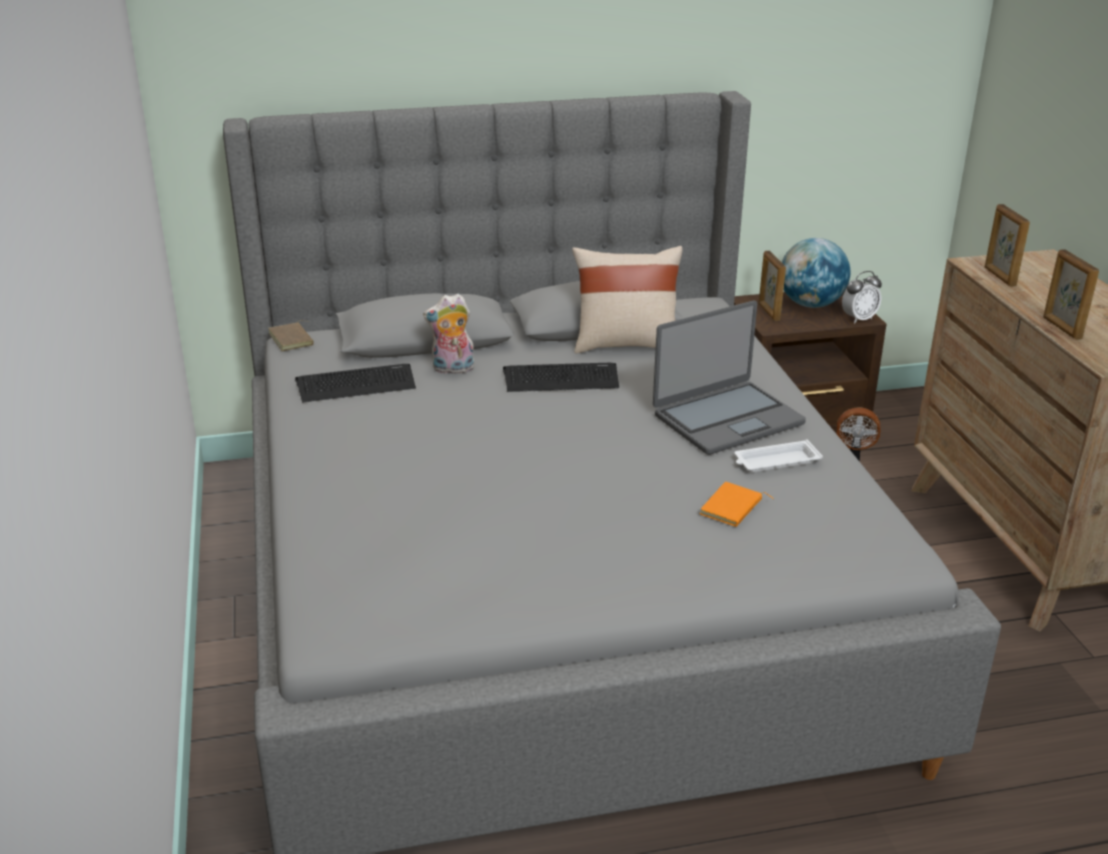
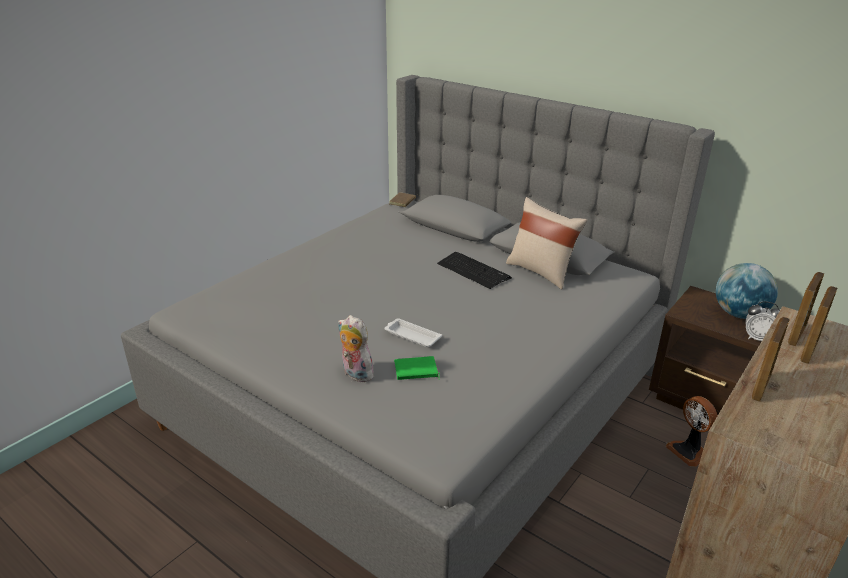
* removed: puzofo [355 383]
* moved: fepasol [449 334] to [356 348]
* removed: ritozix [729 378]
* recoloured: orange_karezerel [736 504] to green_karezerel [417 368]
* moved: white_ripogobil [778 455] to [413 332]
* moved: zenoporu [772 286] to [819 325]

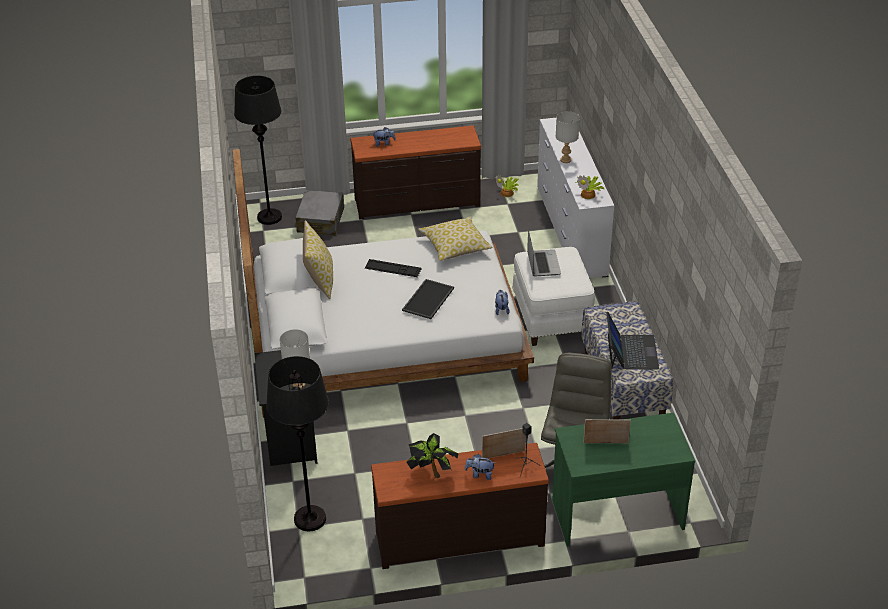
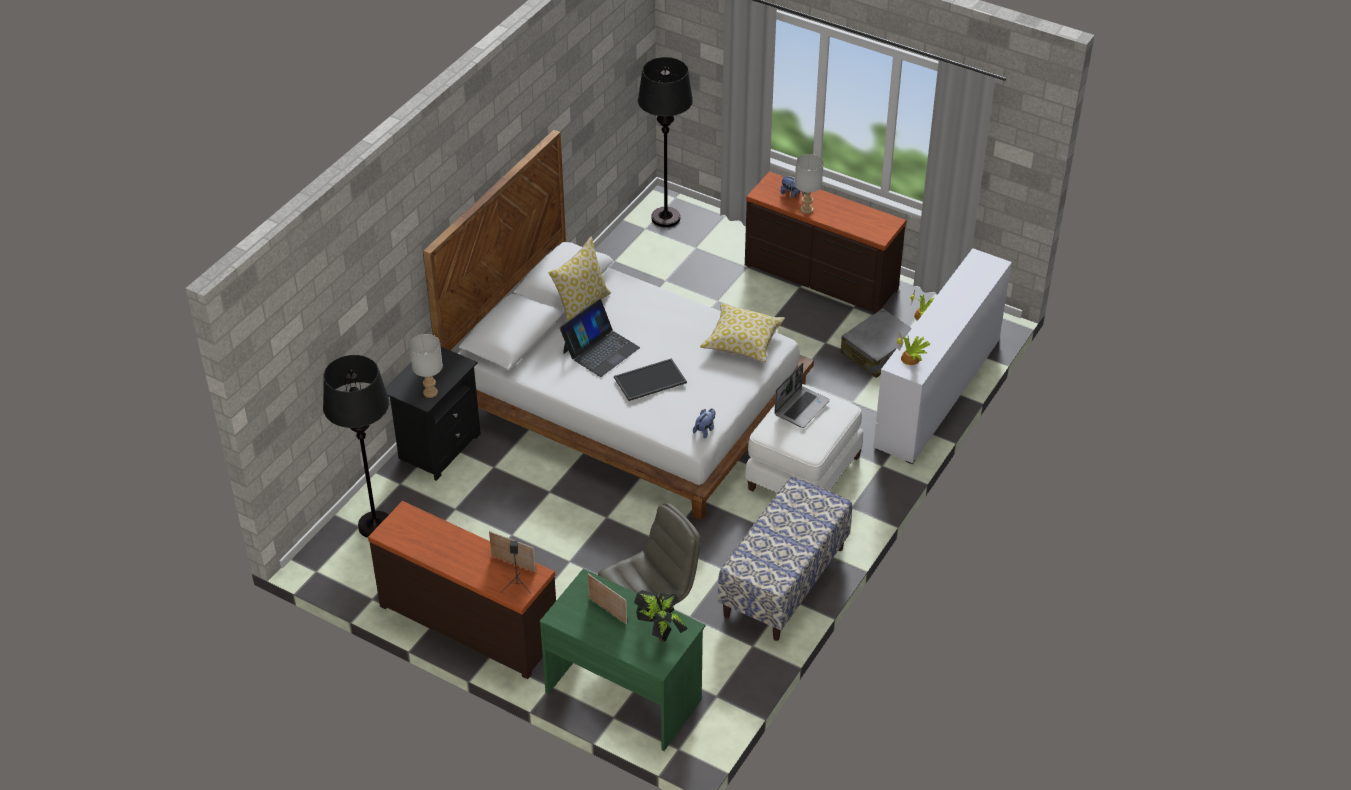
* moved: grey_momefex [320 213] to [876 343]
* removed: puzofo [393 268]
* moved: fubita [432 455] to [661 616]
* removed: fepasol [480 467]
* moved: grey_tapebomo [568 137] to [809 184]
* moved: ritozix [632 340] to [599 338]

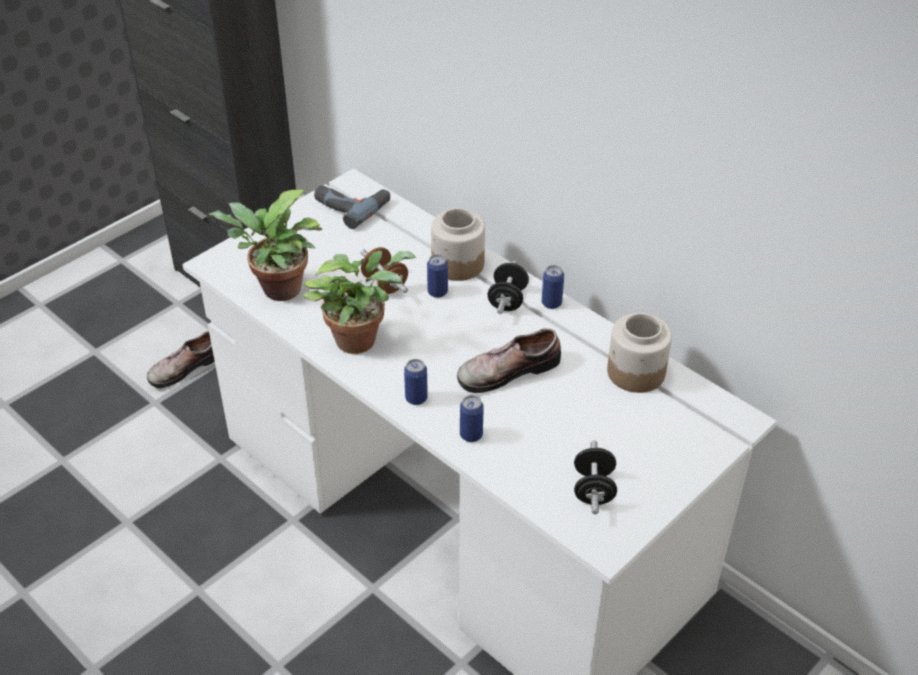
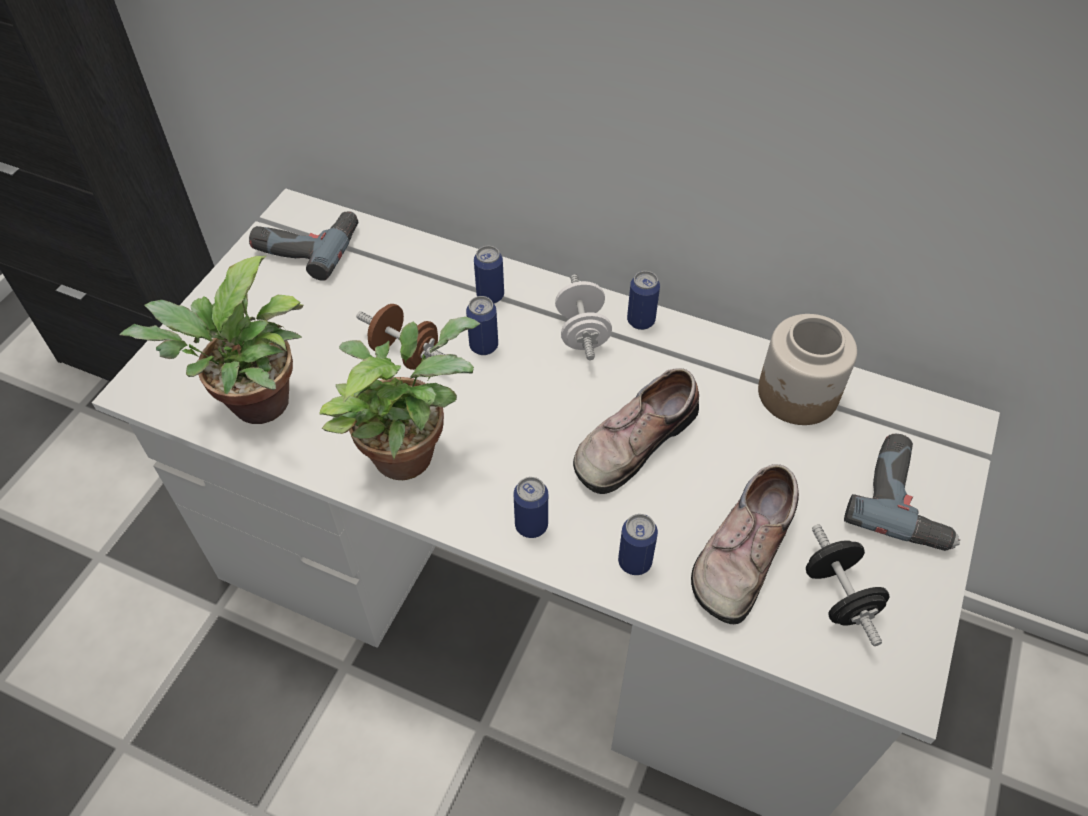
* moved: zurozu [181 359] to [745 544]
* replaced: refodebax [458 244] to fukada [489 275]
* recoloured: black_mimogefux [508 287] to white_mimogefux [583 317]
* added: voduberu [902 492]

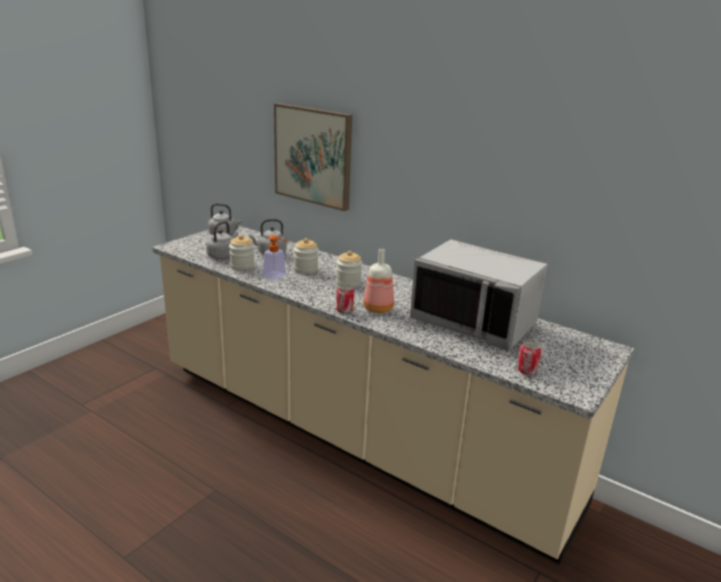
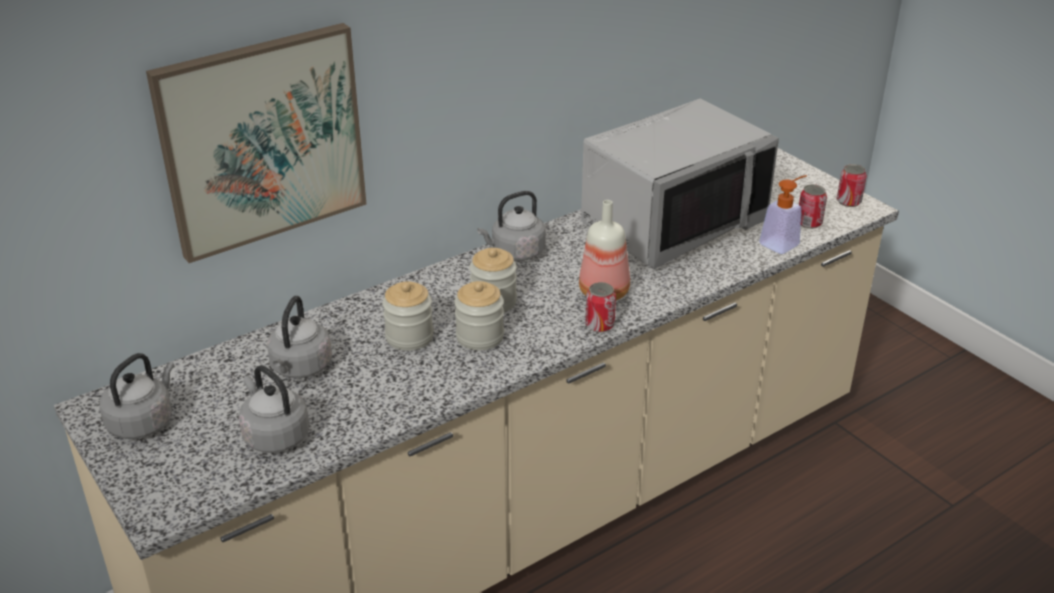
* moved: refodebax [242 253] to [479 315]
* moved: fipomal [275 257] to [783 214]
* added: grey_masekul [511 226]
* added: fukada [851 185]

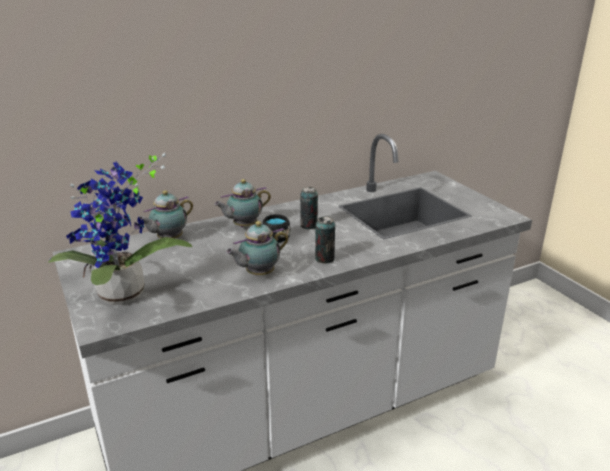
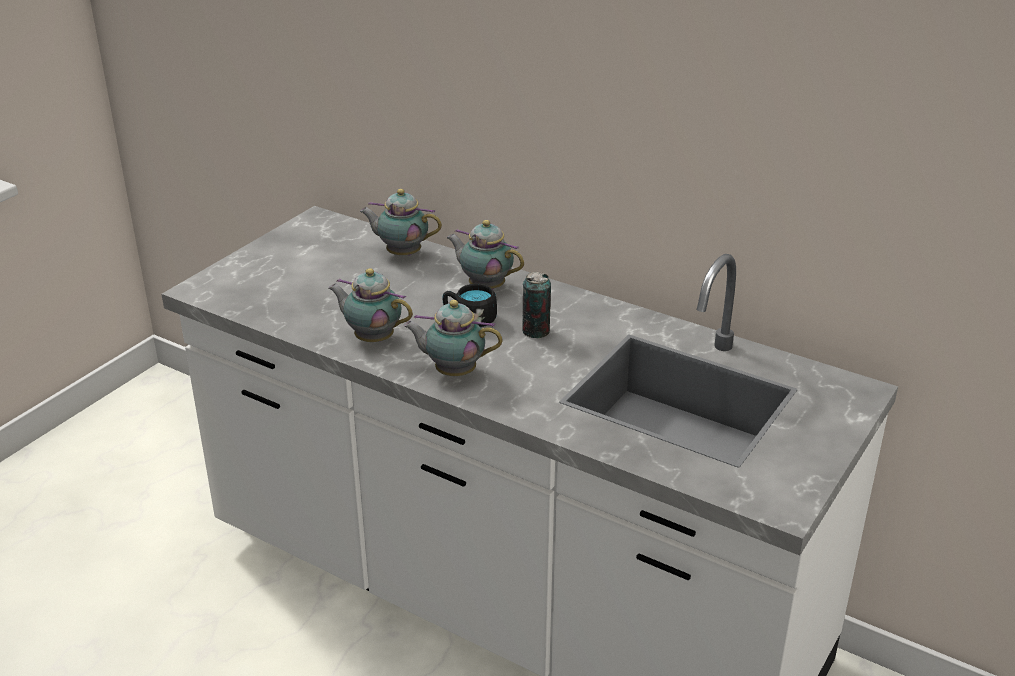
* removed: fubita [120 229]
* replaced: fukada [325 240] to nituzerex [453 338]

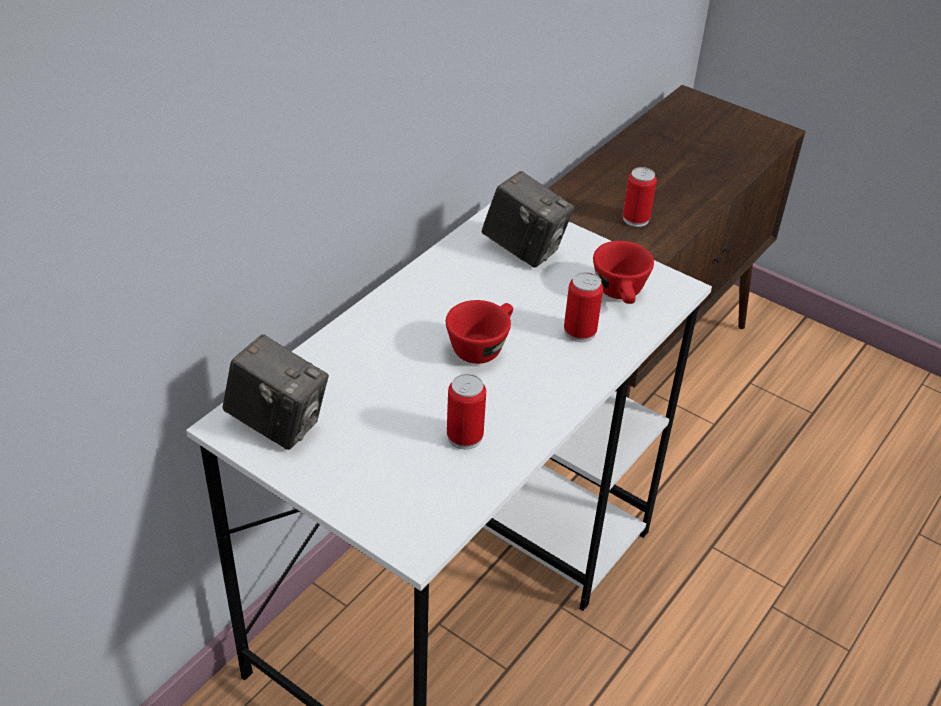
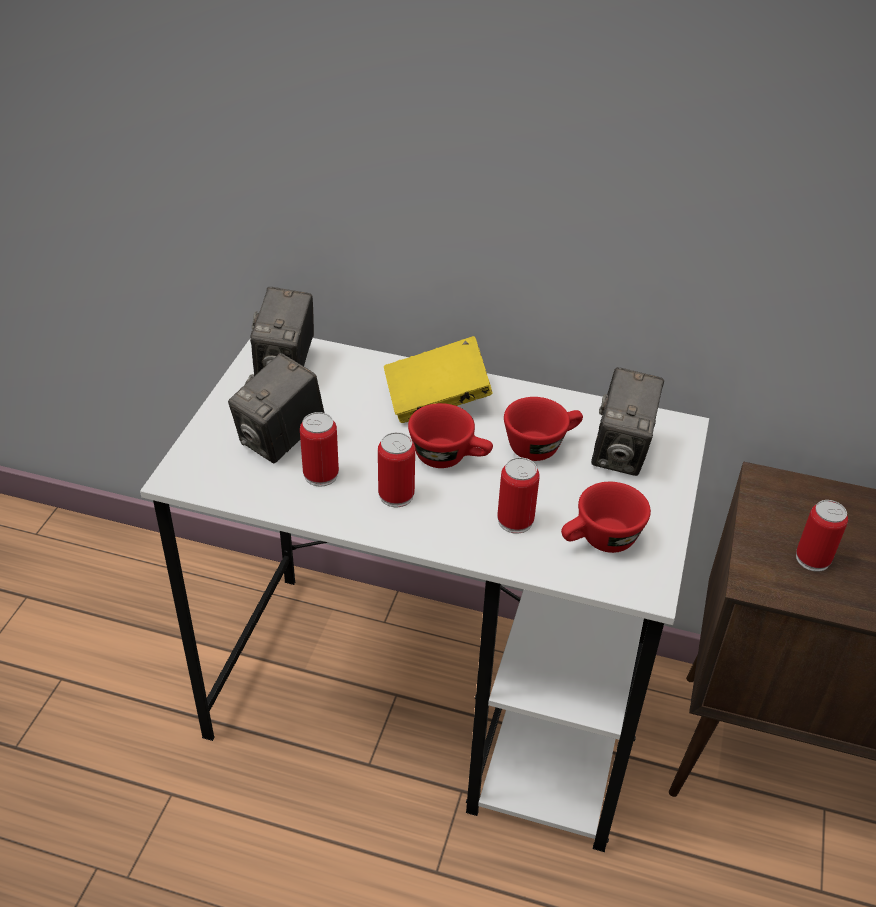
* added: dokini [276 408]
* added: fukada [396 469]
* added: yellow_karezerel [438 379]
* added: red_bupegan [543 429]

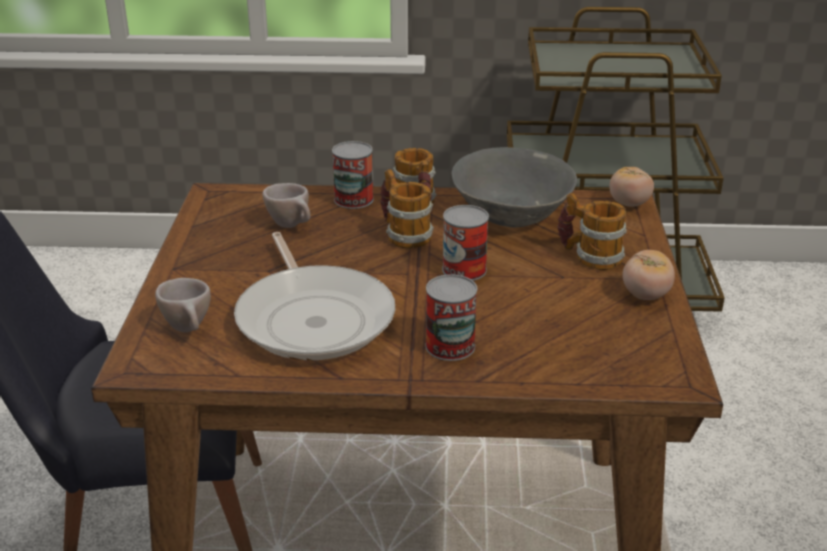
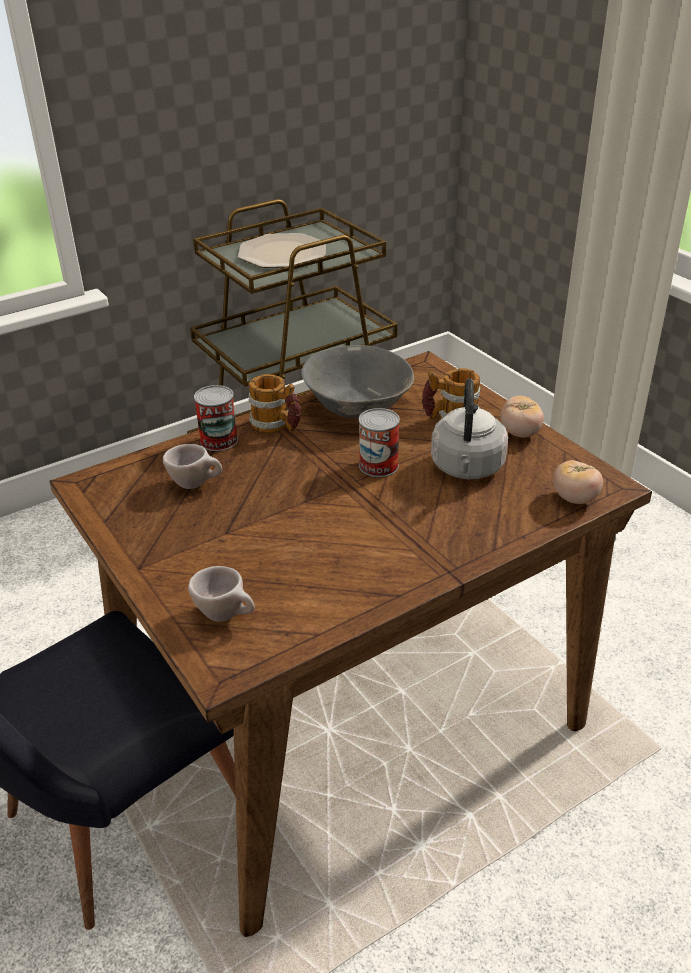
* removed: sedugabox [314 296]
* removed: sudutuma [407 208]
* removed: fukada [451 317]
* moved: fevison [631 187] to [578 482]
* added: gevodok [282 250]
* added: grey_masekul [469 429]

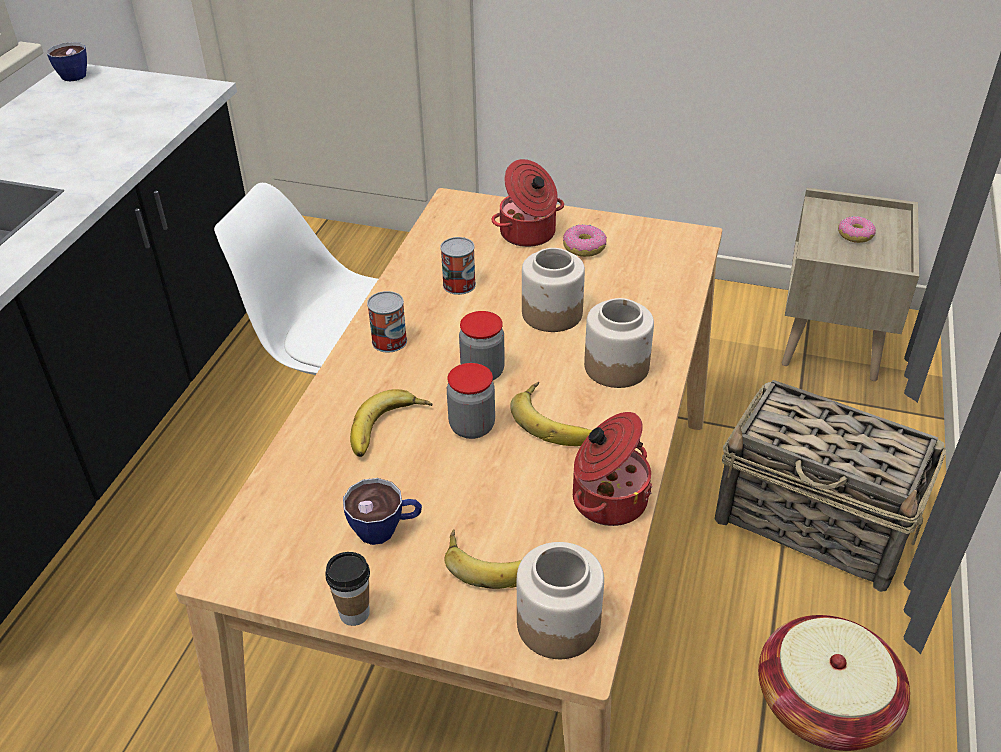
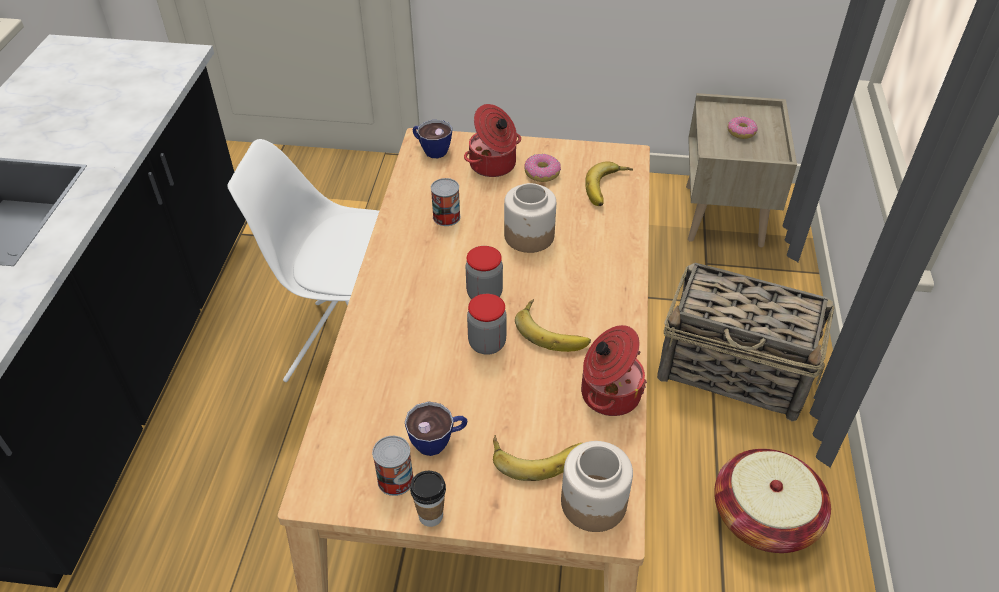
* moved: bupegan [67 61] to [432 139]
* moved: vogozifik [391 423] to [609 183]
* moved: fukada [387 322] to [393 466]
* removed: refodebax [619 343]

